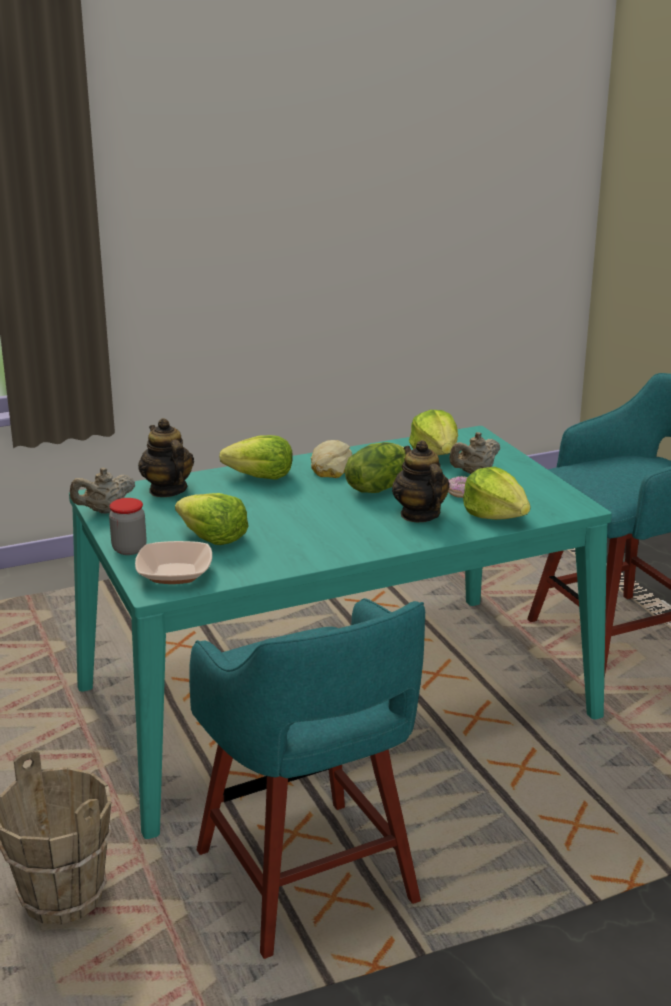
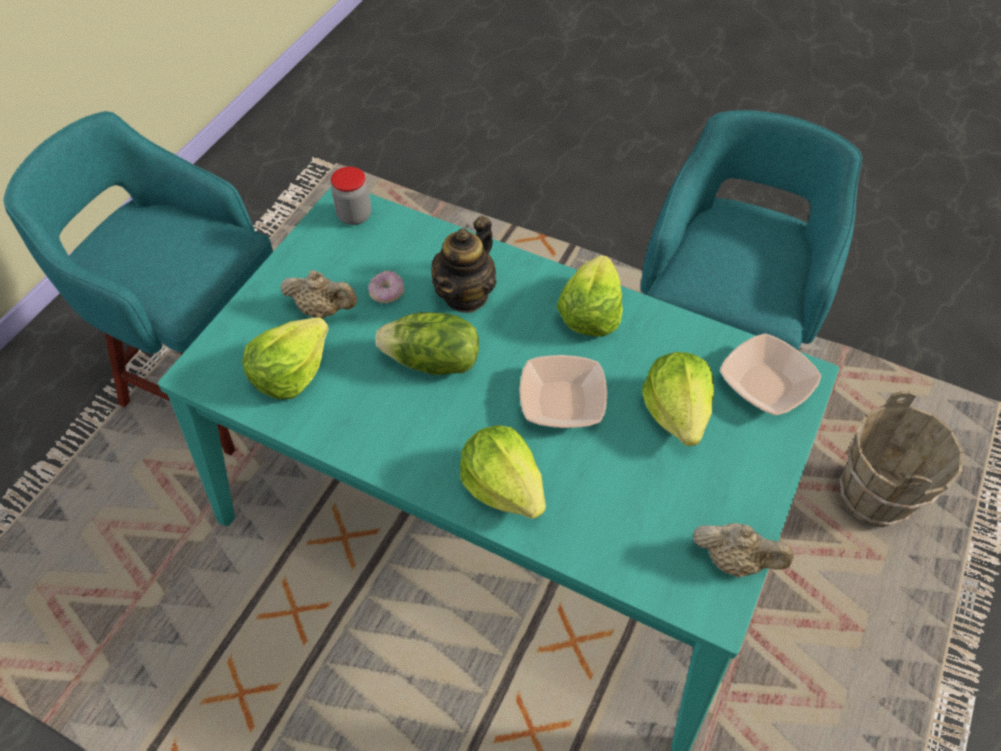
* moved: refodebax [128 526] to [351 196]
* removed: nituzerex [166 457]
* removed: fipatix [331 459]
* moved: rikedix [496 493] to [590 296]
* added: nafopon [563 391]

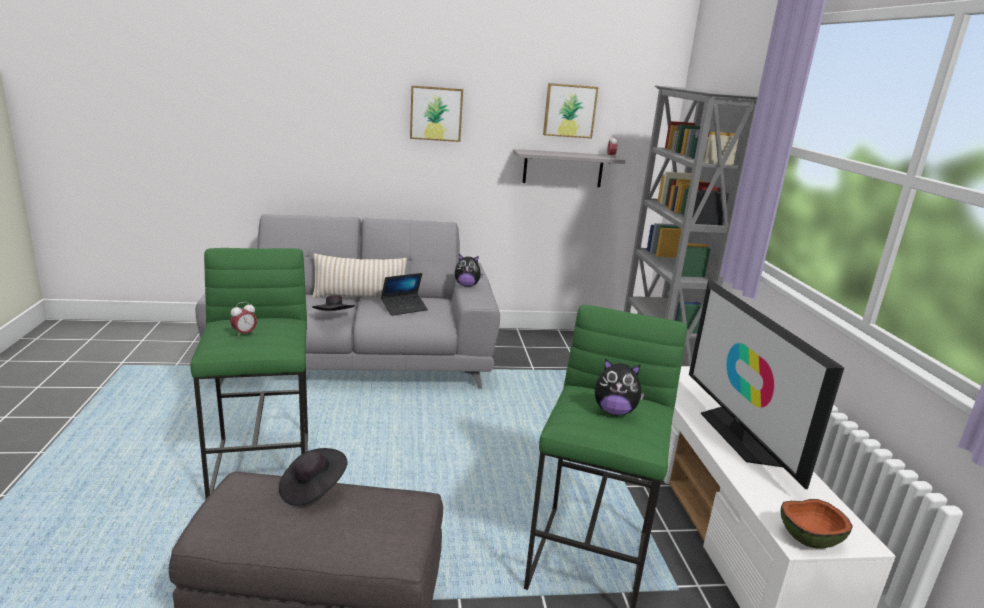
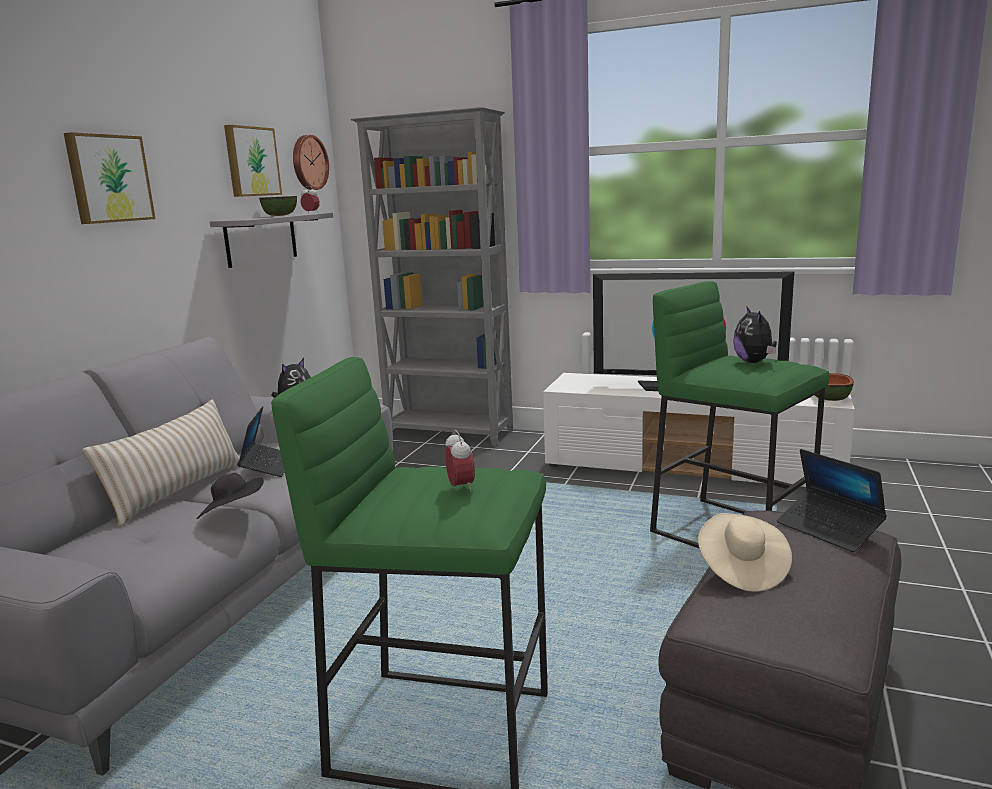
* recoloured: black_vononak [313 477] to beige_vononak [745 552]
* turned: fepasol [620 387] = [755 335] 135 degrees clockwise
* added: nafopon [278 206]
* added: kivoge [311 162]
* added: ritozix [832 500]

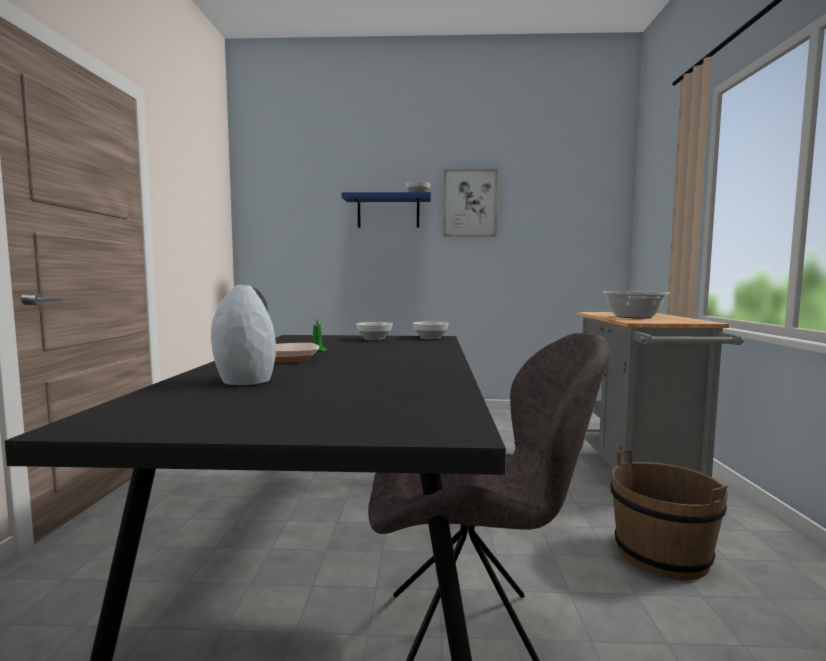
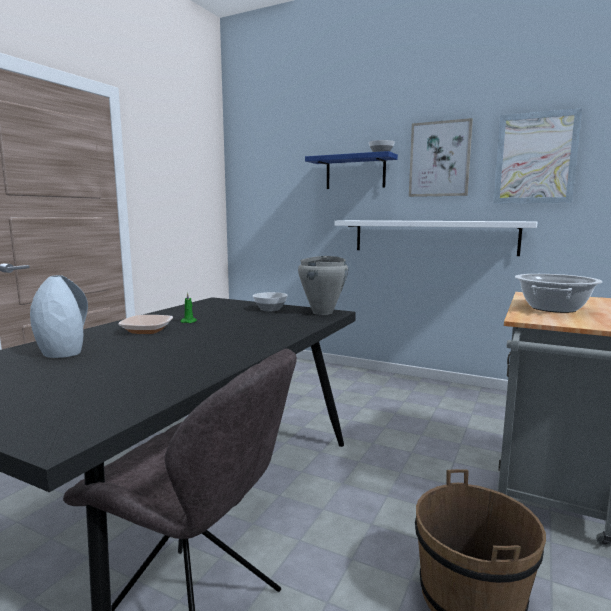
* replaced: nafopon [431 330] to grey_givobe [323 285]
* added: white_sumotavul [435 238]
* added: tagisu [537 156]

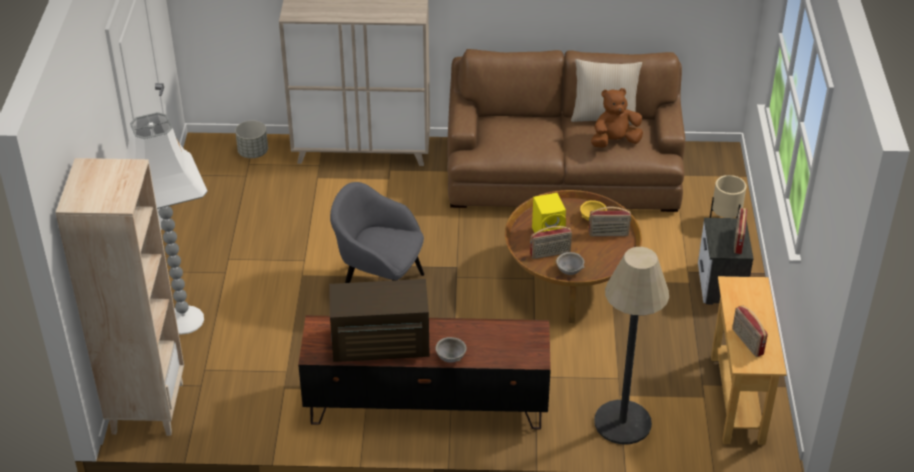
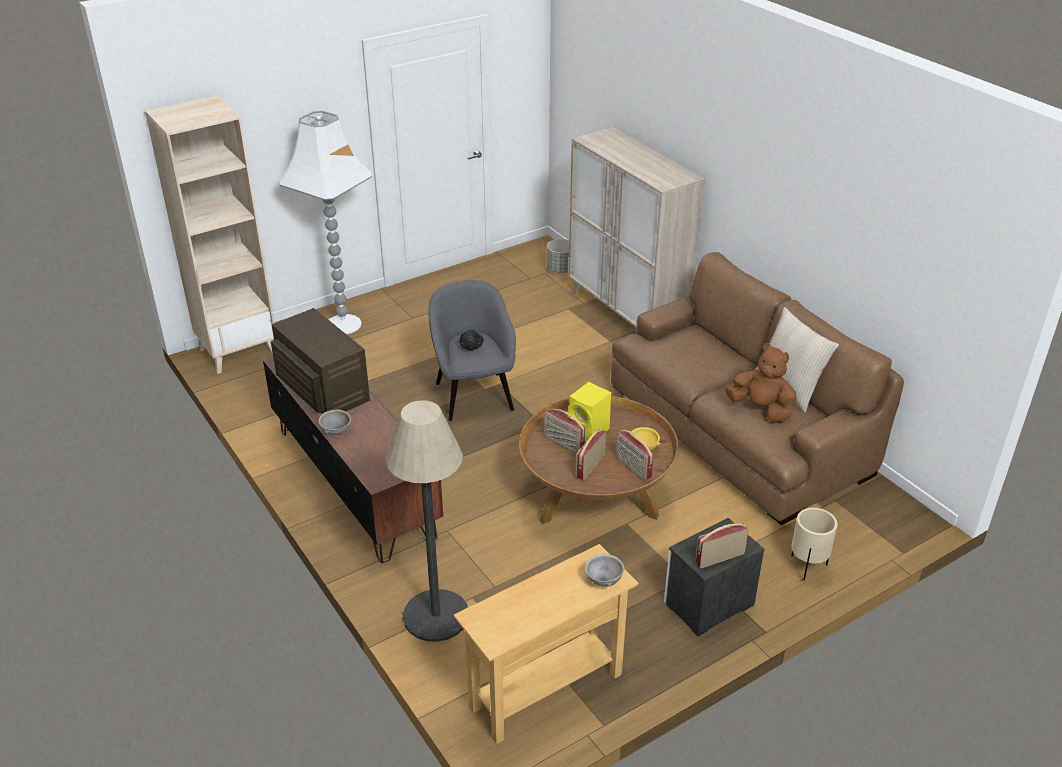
* moved: grey_nafopon [570 263] to [605 570]
* moved: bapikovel [750 331] to [591 454]
* added: black_fepasol [471 340]

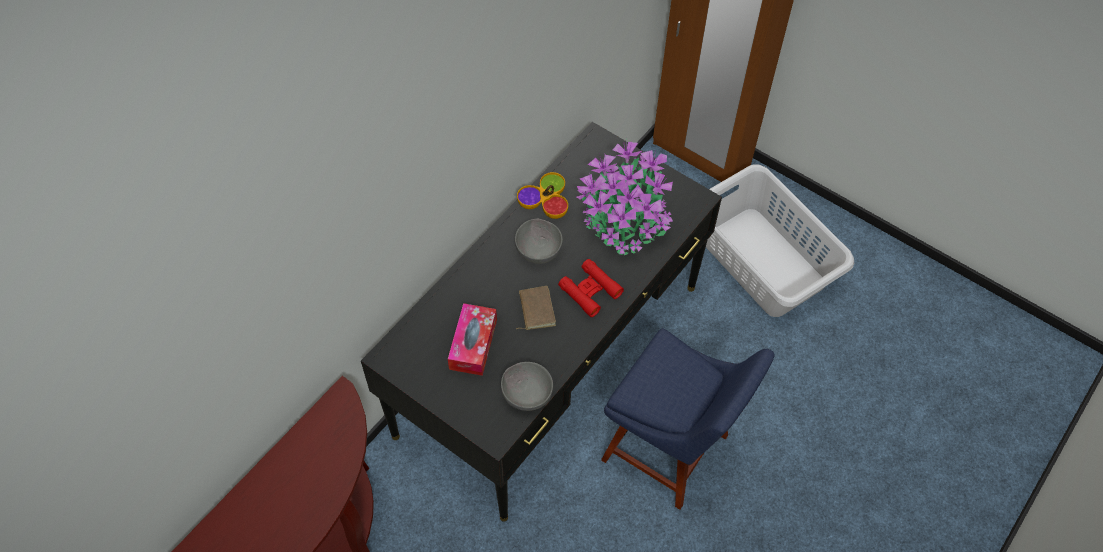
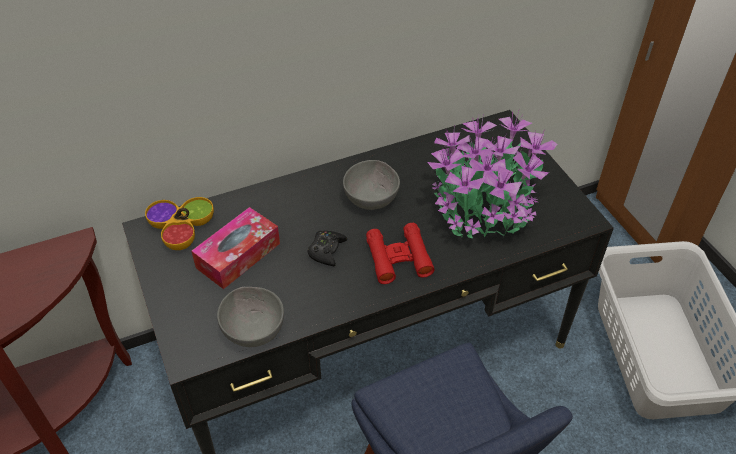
* replaced: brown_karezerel [536 308] to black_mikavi [327 248]
* moved: nafopon [542 195] to [179 223]

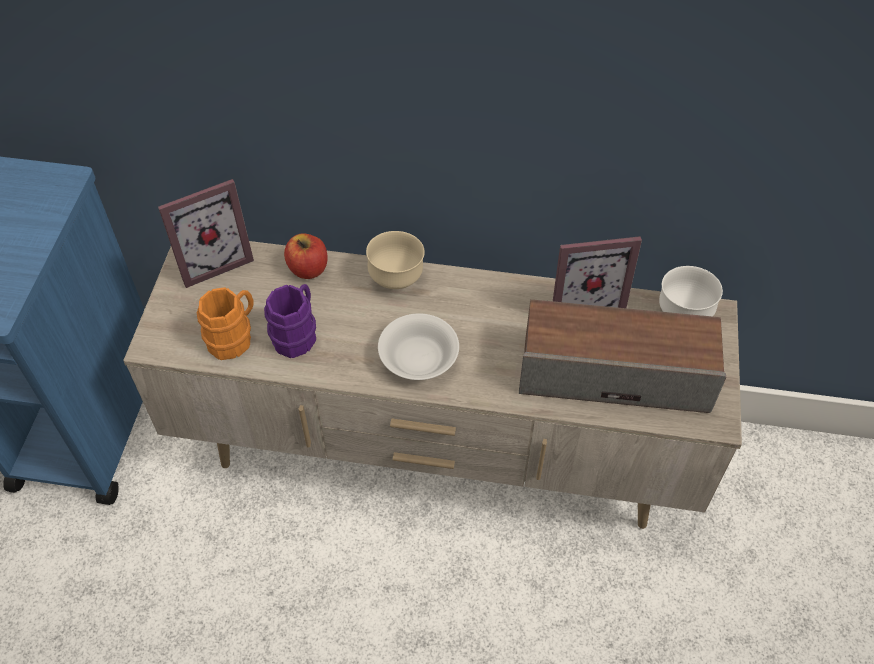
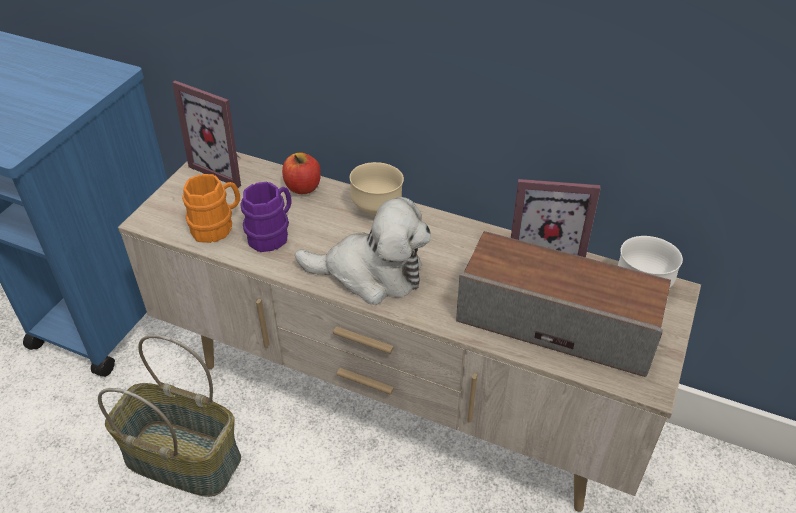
* turned: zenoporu [206 233] = [206 134] 45 degrees clockwise
* replaced: white_nafopon [418 346] to fepasol [363 251]
* added: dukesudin [169 416]

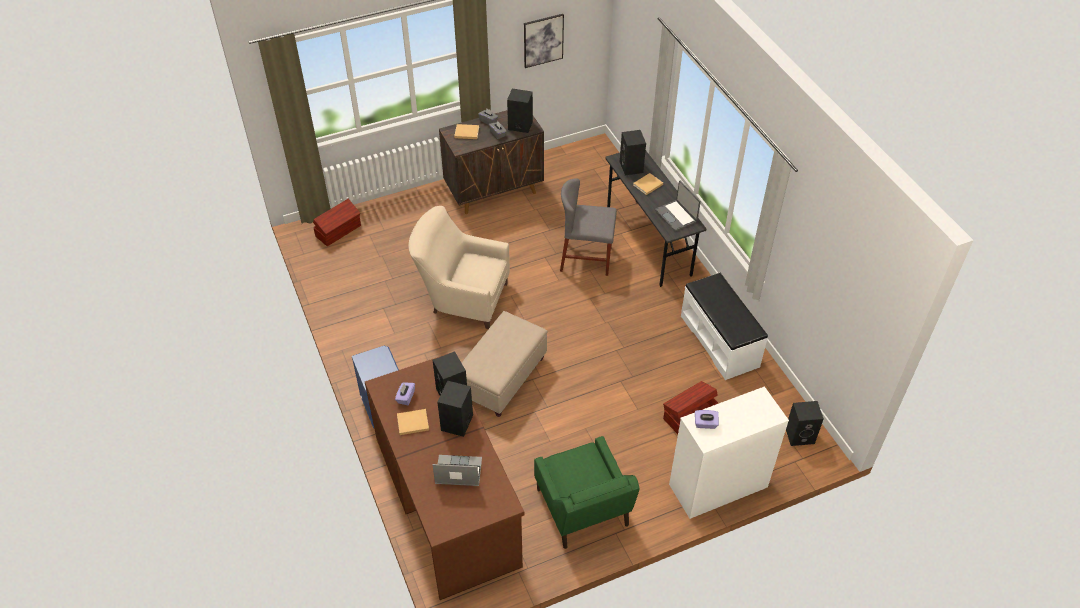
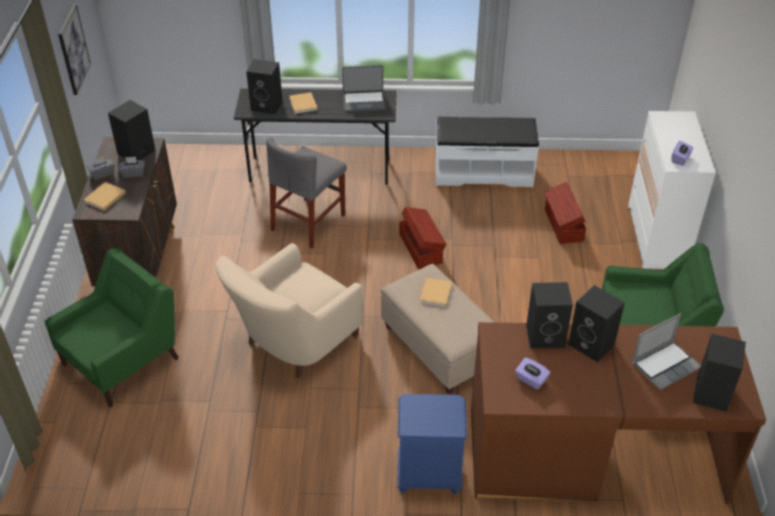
* moved: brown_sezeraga [337 222] to [422 238]
* moved: beige_karezerel [413 422] to [436 292]
* turned: ritozix [457 470] = [666 351] 150 degrees counterclockwise
* moved: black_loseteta [805 423] to [719 372]
* added: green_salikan [111 327]

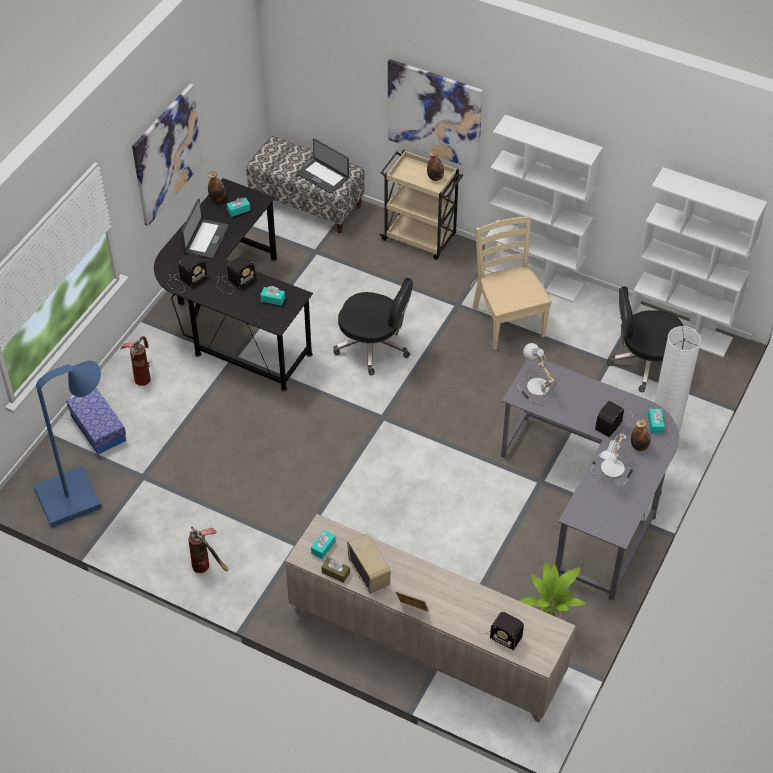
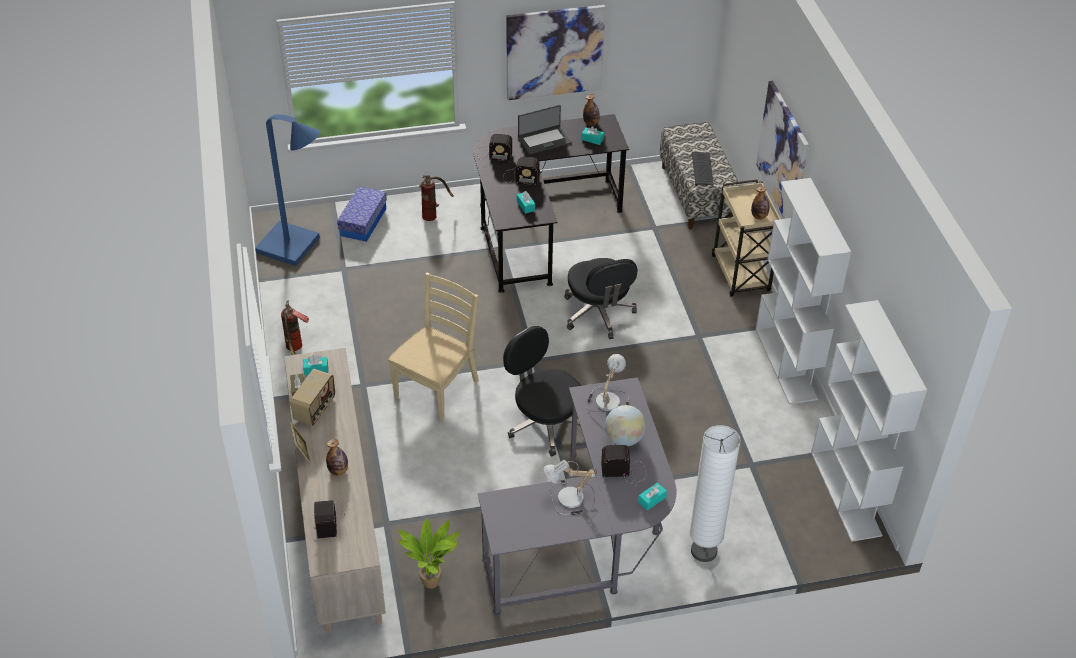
* replaced: ritozix [322 166] to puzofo [702 169]
* moved: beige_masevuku [510 282] to [434 347]
* moved: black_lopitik [645 339] to [542 391]
* moved: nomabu [641 435] to [337 457]
* added: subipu [625 425]

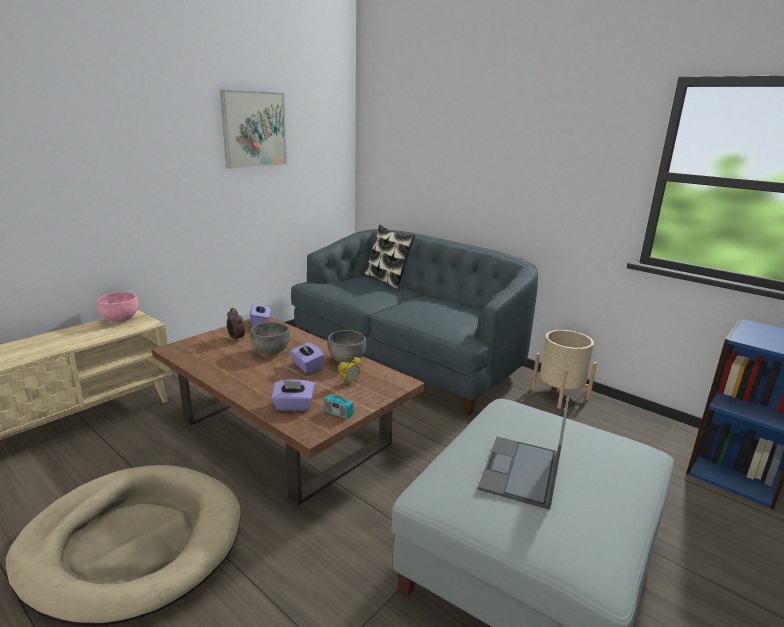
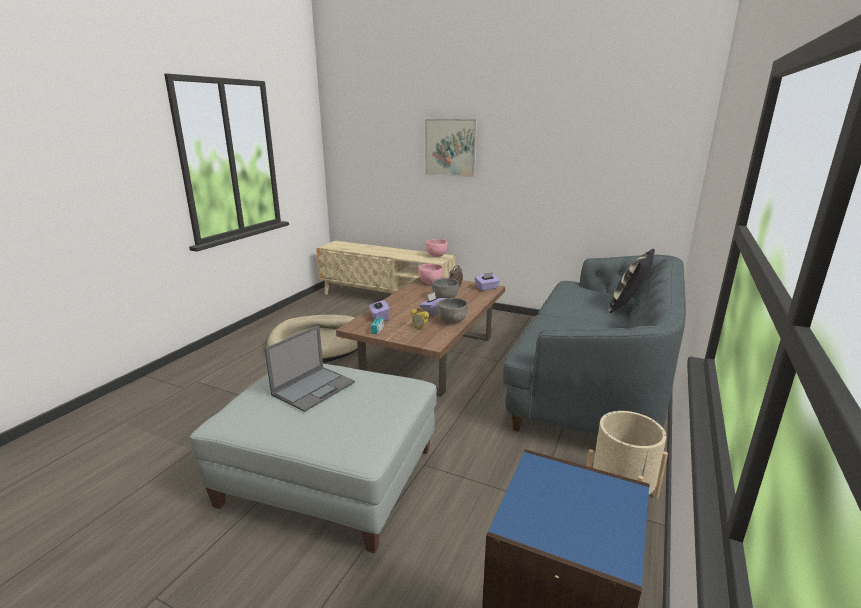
* moved: tagisu [253 129] to [451 148]
* turned: ritozix [523 453] = [310 368] 120 degrees clockwise
* added: pink_nafopon [430 274]

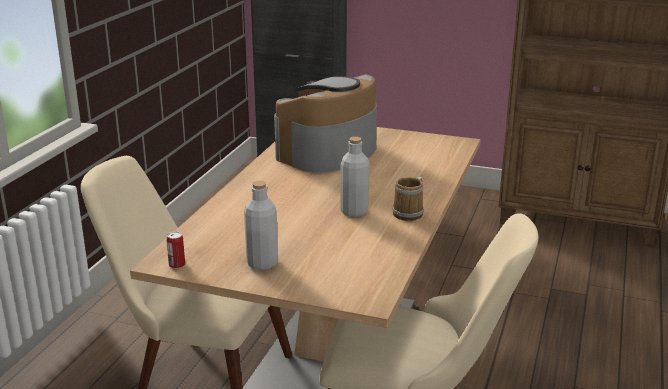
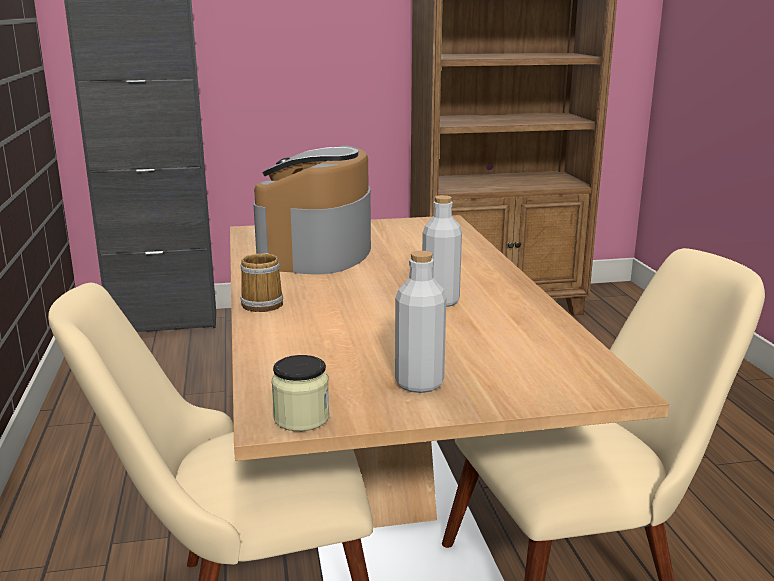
* replaced: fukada [175 250] to refodebax [300 393]
* moved: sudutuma [408 199] to [262 282]

